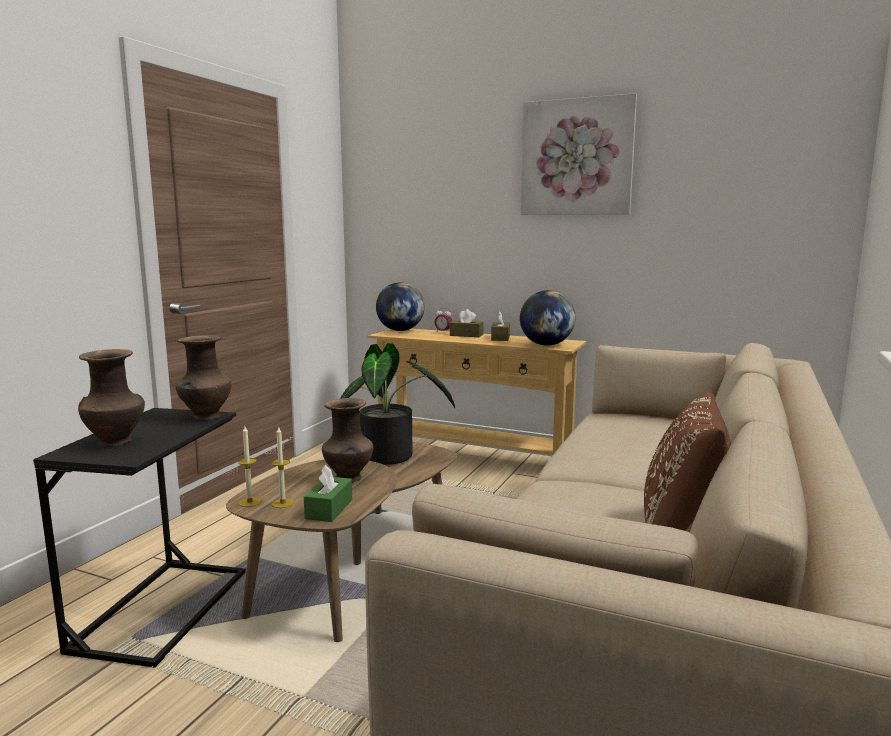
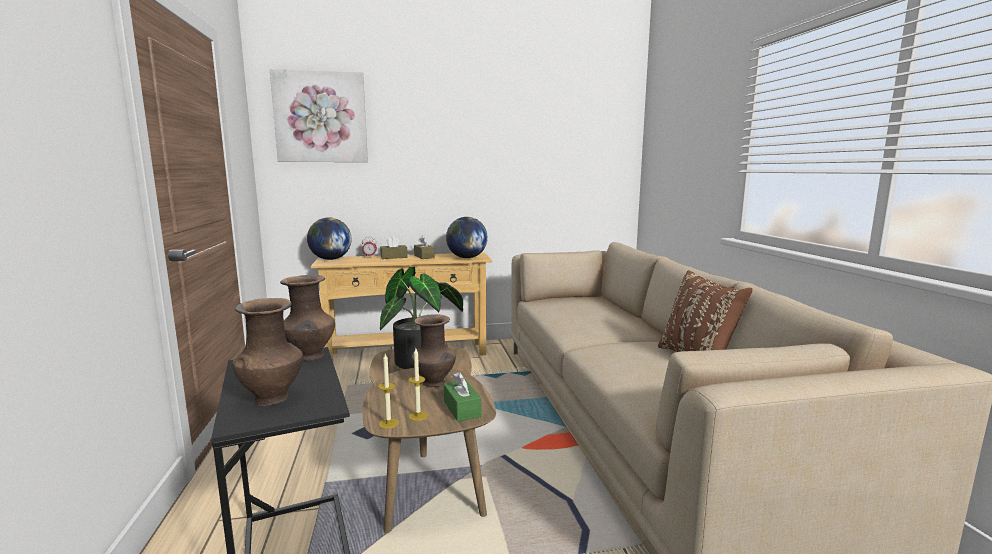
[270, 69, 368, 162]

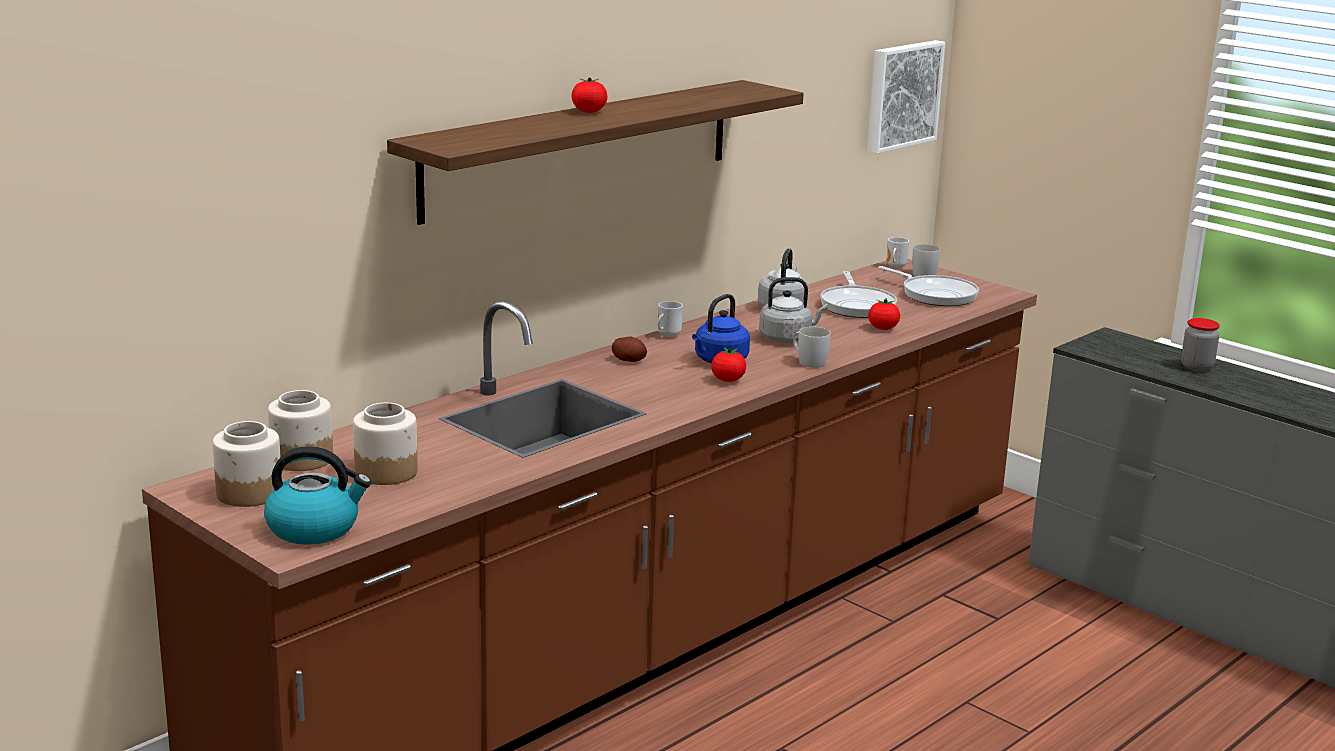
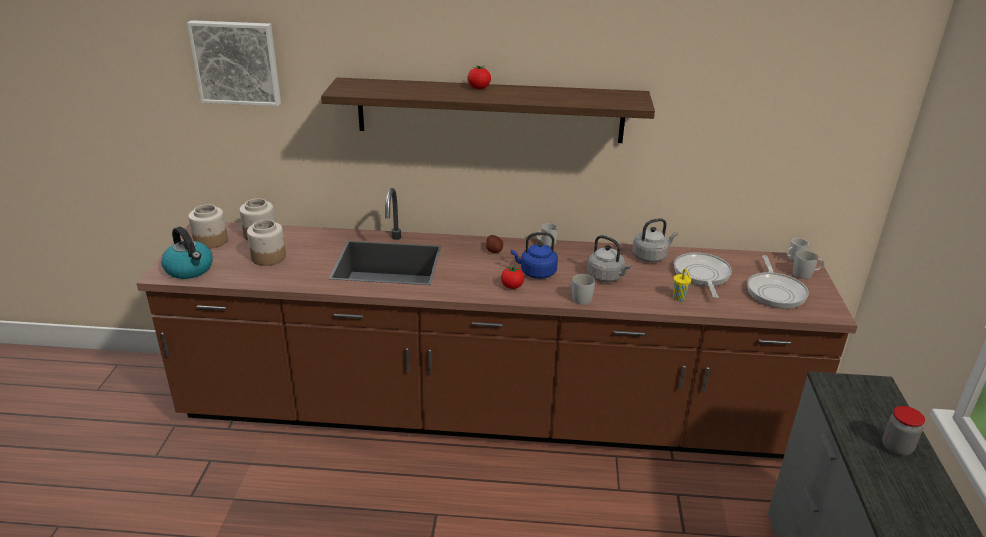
[187, 20, 281, 106]
[673, 268, 691, 301]
[674, 252, 732, 298]

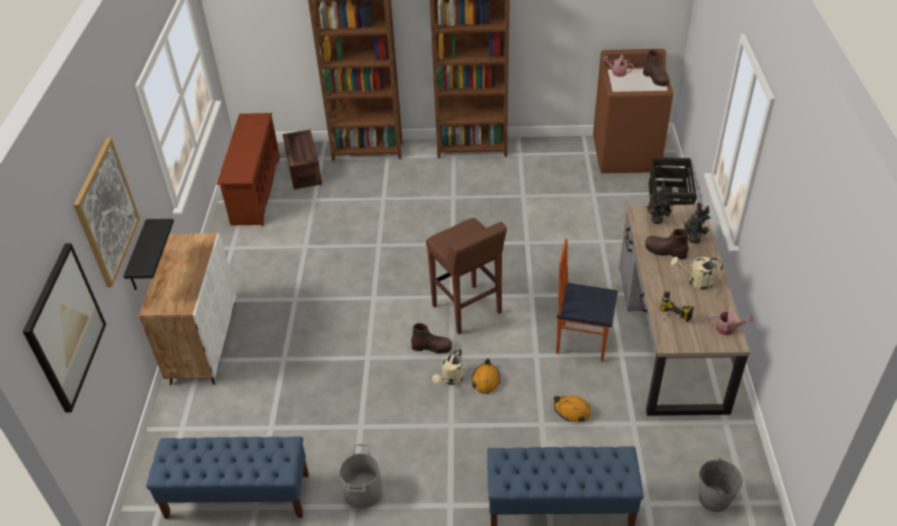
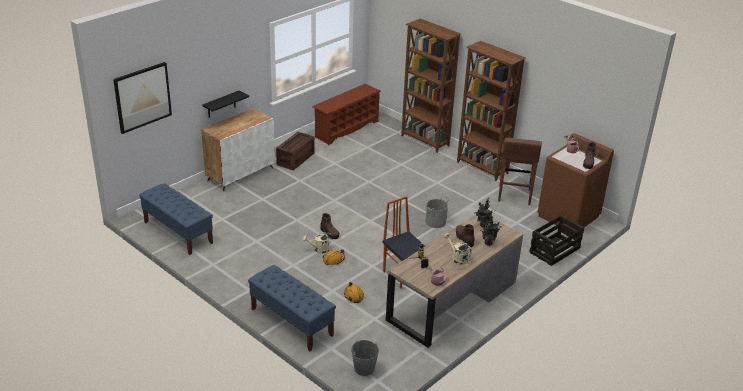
[276, 132, 314, 171]
[425, 196, 450, 228]
[498, 137, 542, 205]
[73, 138, 140, 287] (first image)

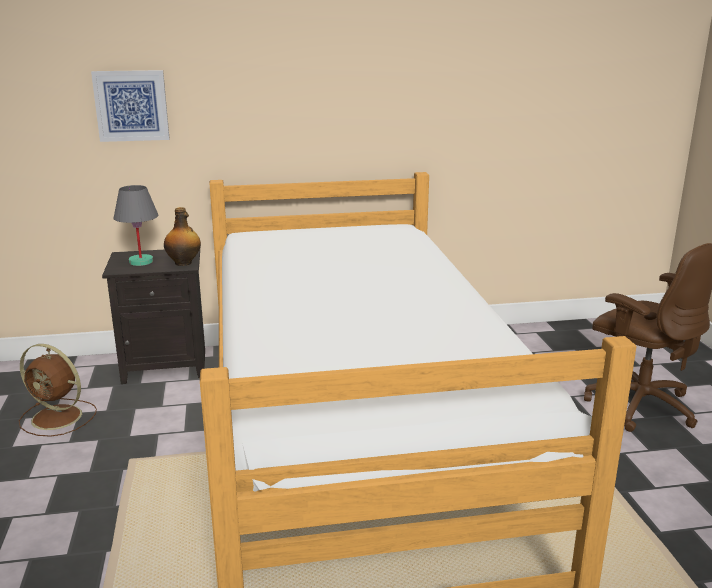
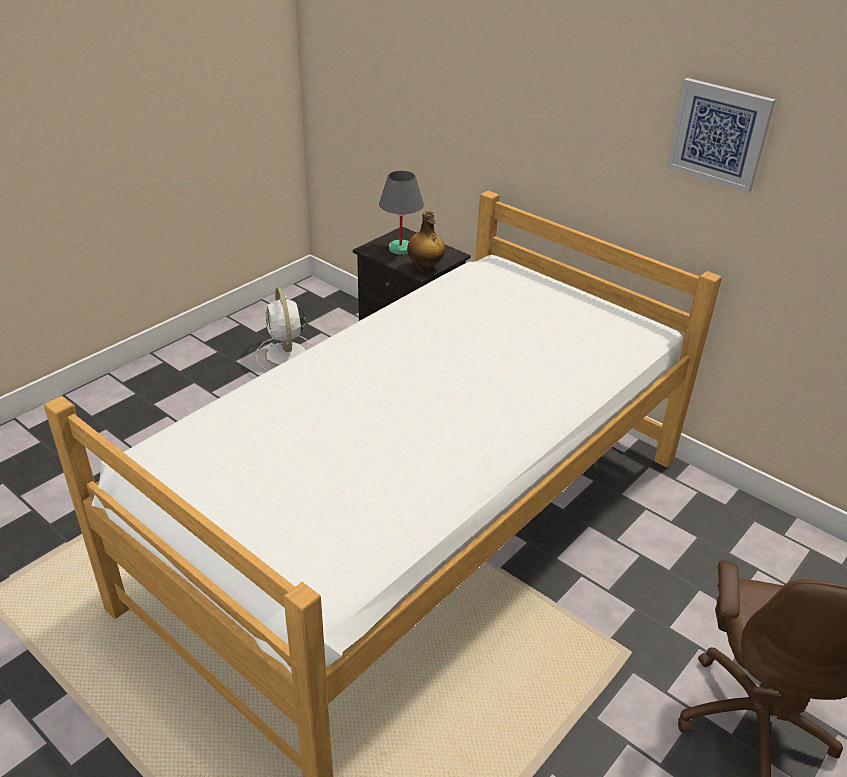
[256, 288, 314, 371]
[666, 78, 776, 193]

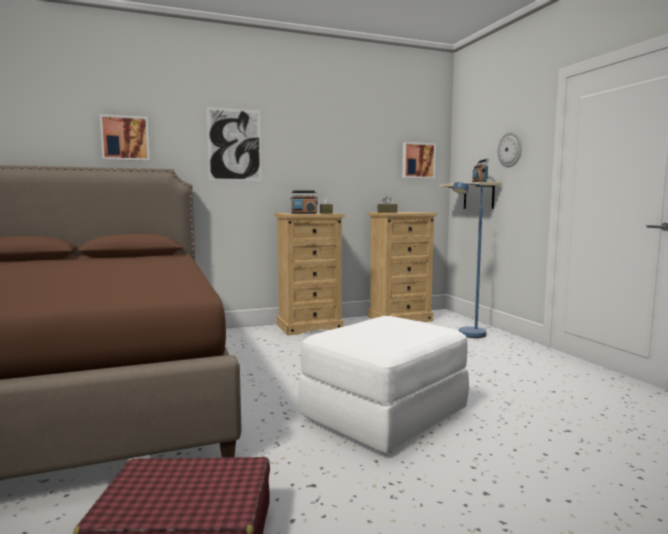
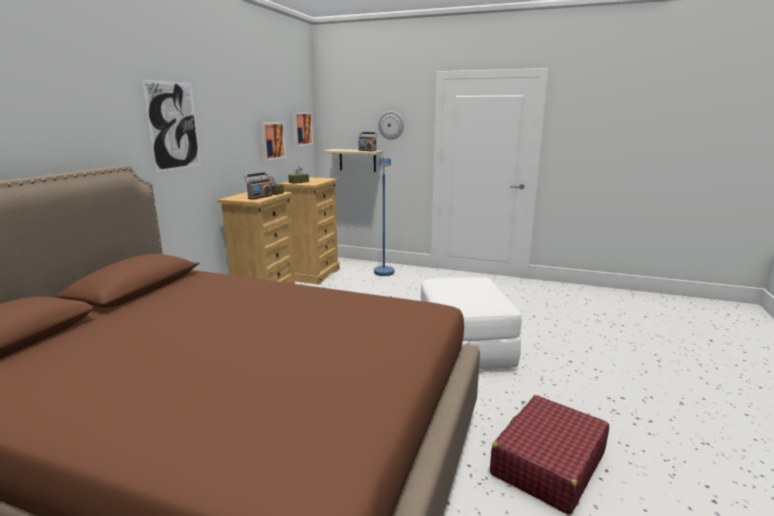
[260, 122, 286, 161]

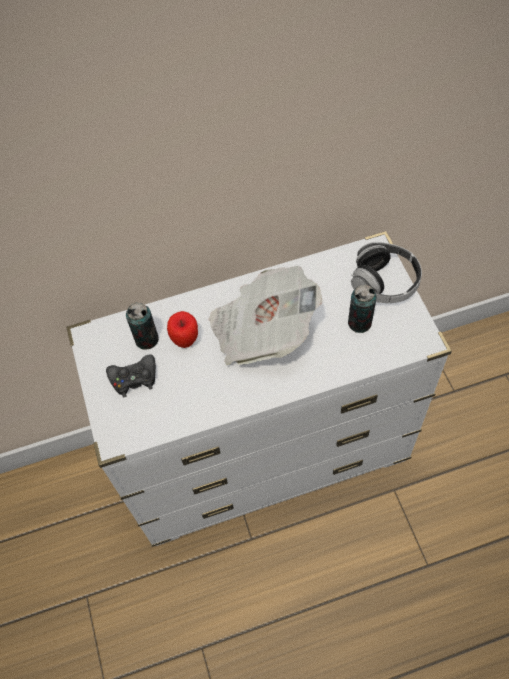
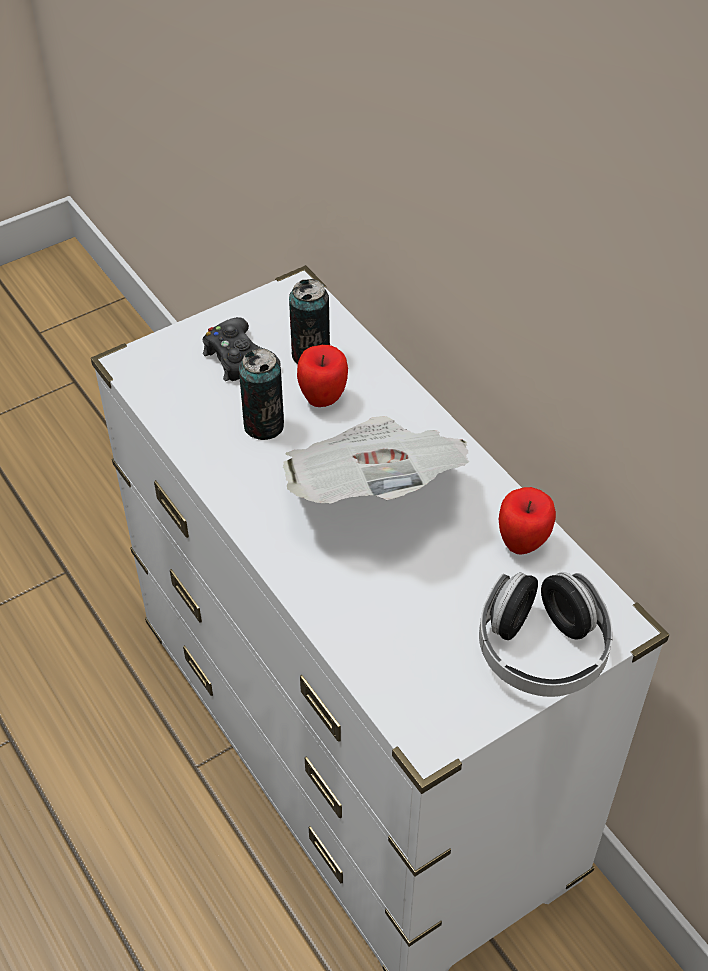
[239, 348, 284, 440]
[499, 487, 556, 554]

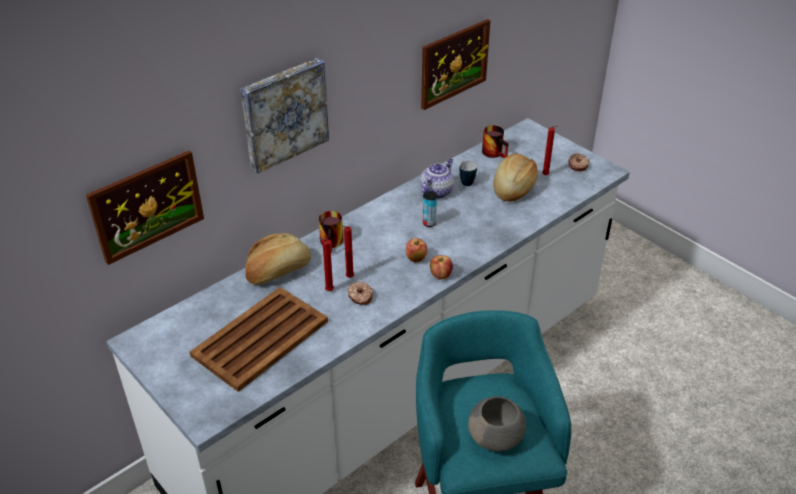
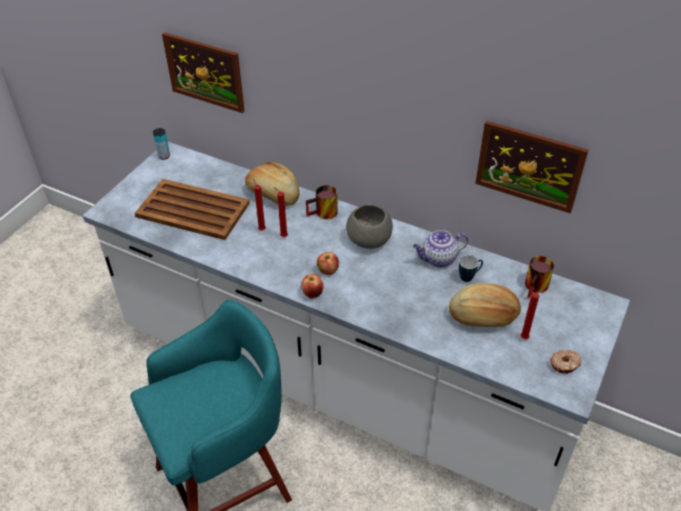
[153, 128, 170, 160]
[346, 204, 393, 249]
[413, 230, 468, 268]
[241, 58, 329, 174] (first image)
[348, 282, 373, 305] (first image)

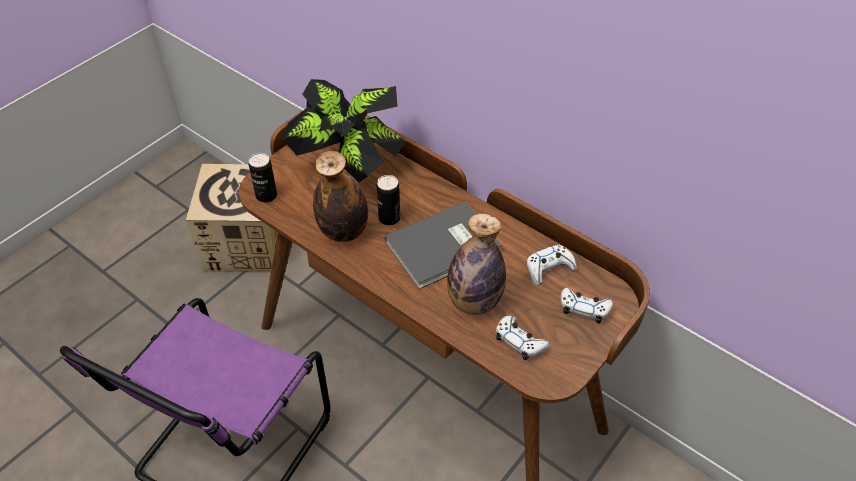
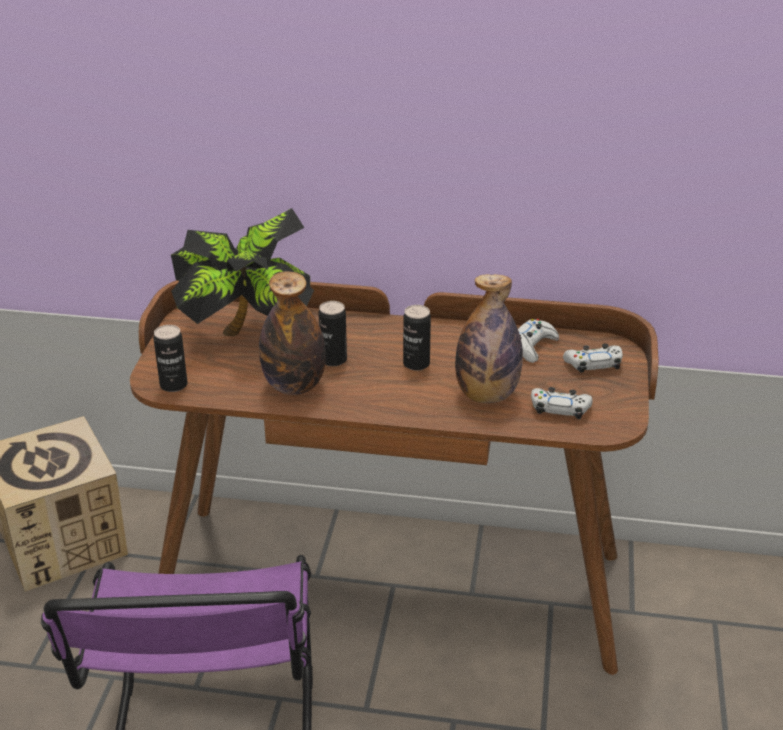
[403, 305, 431, 371]

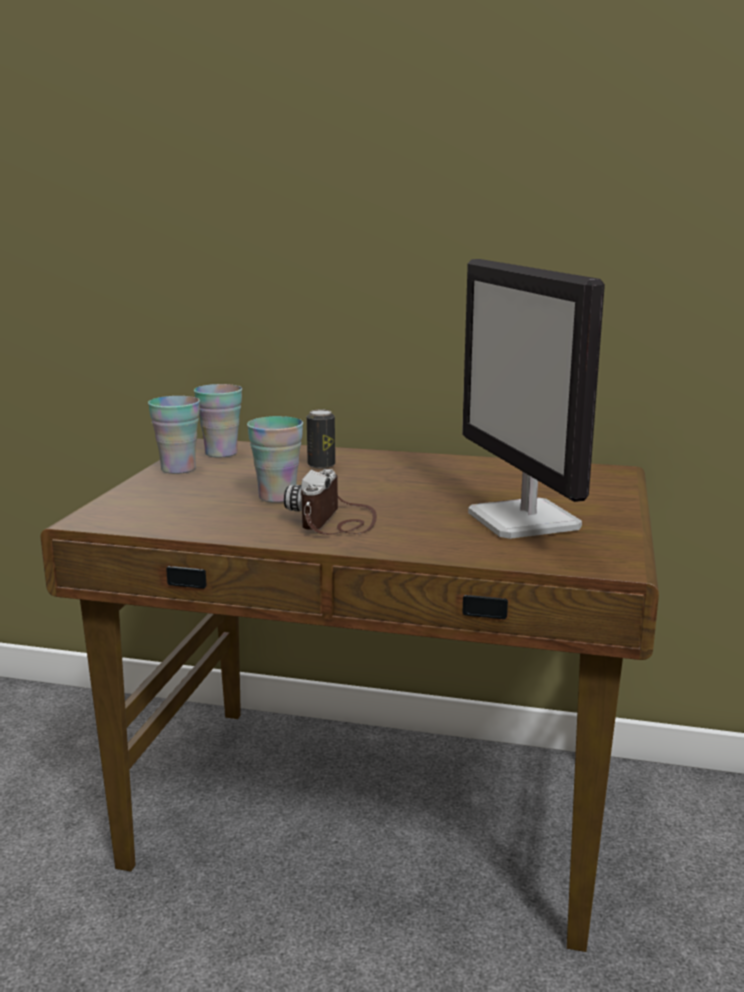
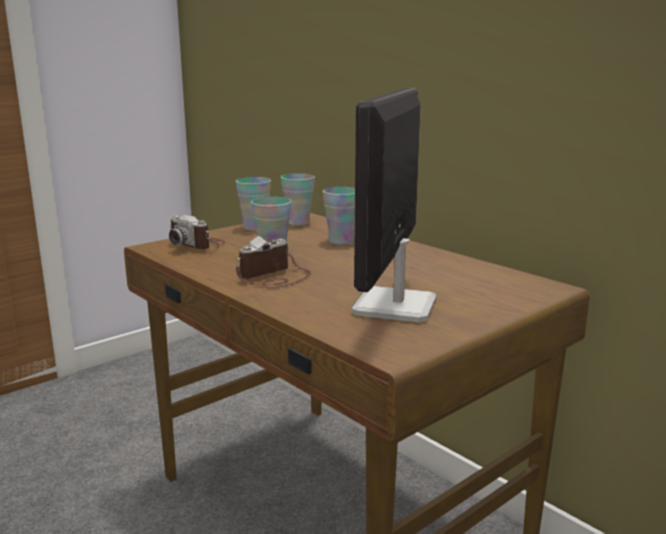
[169, 215, 225, 249]
[323, 187, 355, 245]

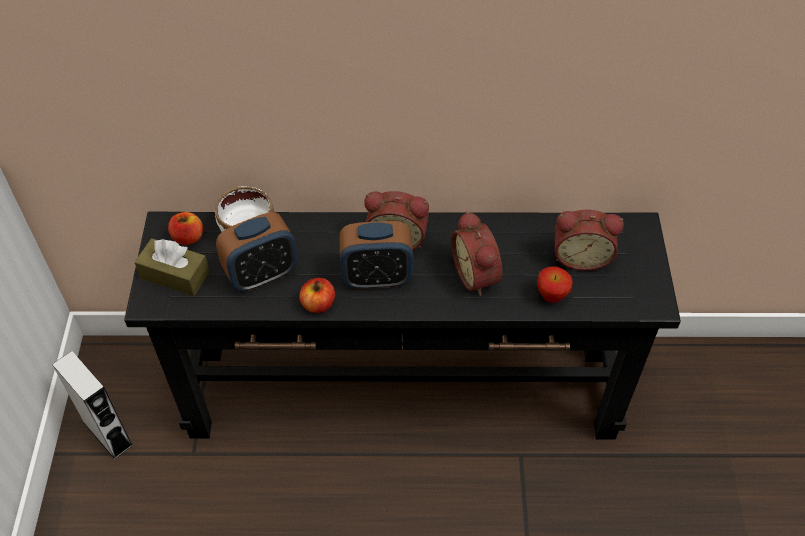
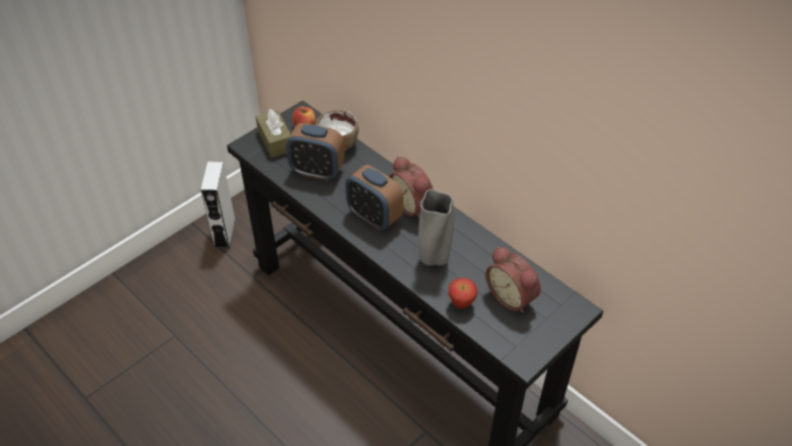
[418, 189, 454, 266]
[299, 278, 335, 313] (first image)

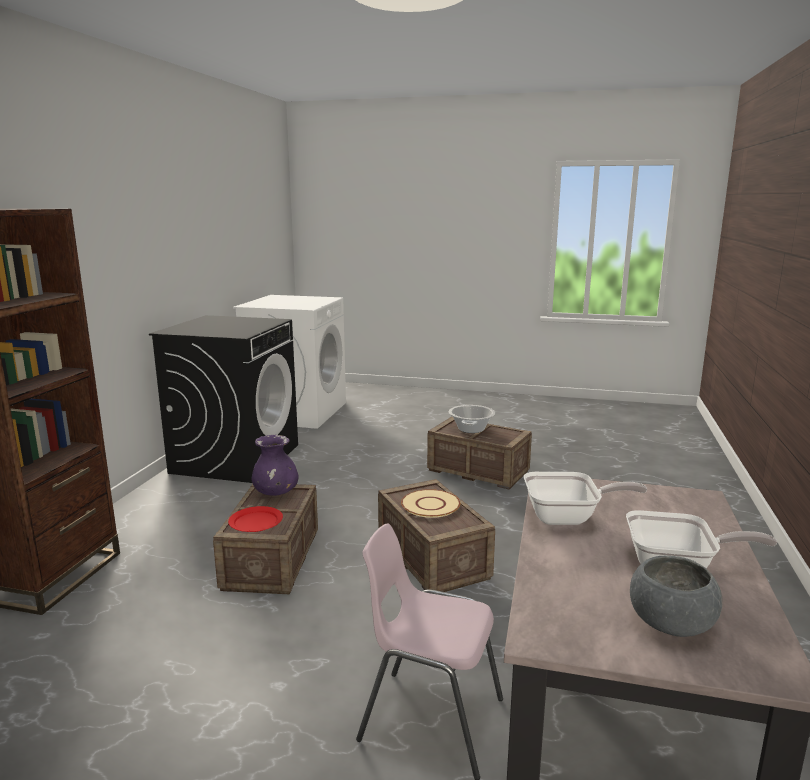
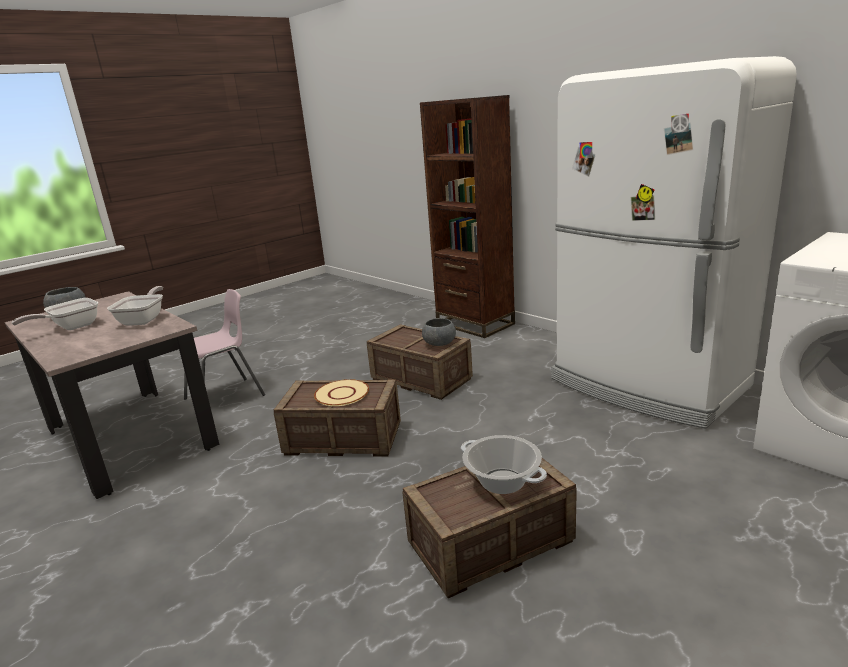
[107, 286, 163, 326]
[422, 318, 456, 346]
[551, 56, 797, 429]
[228, 506, 283, 532] (first image)

